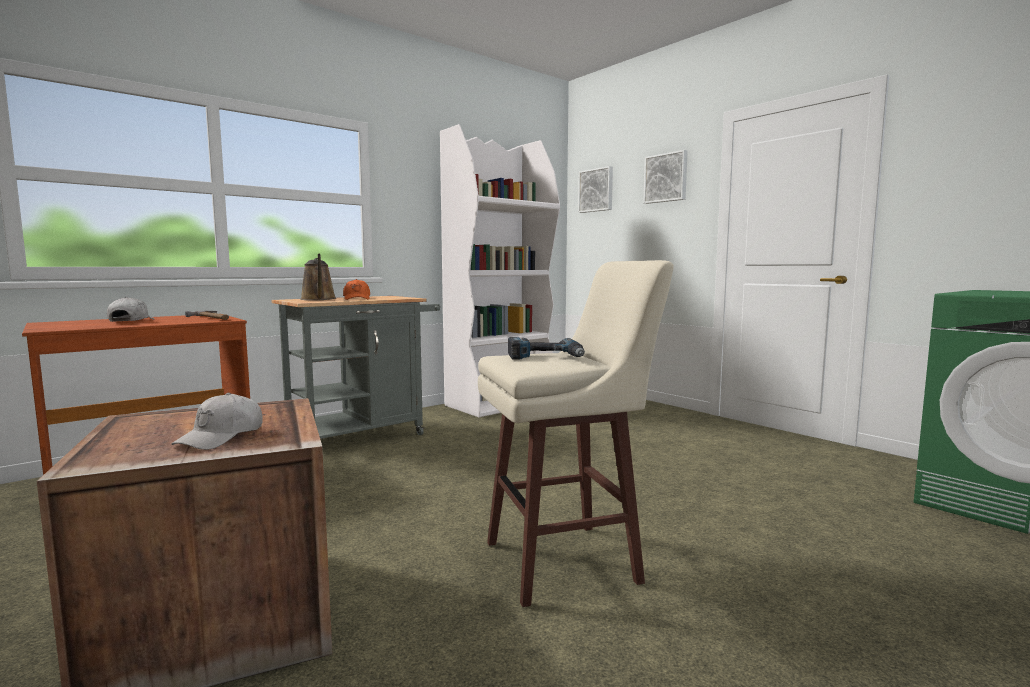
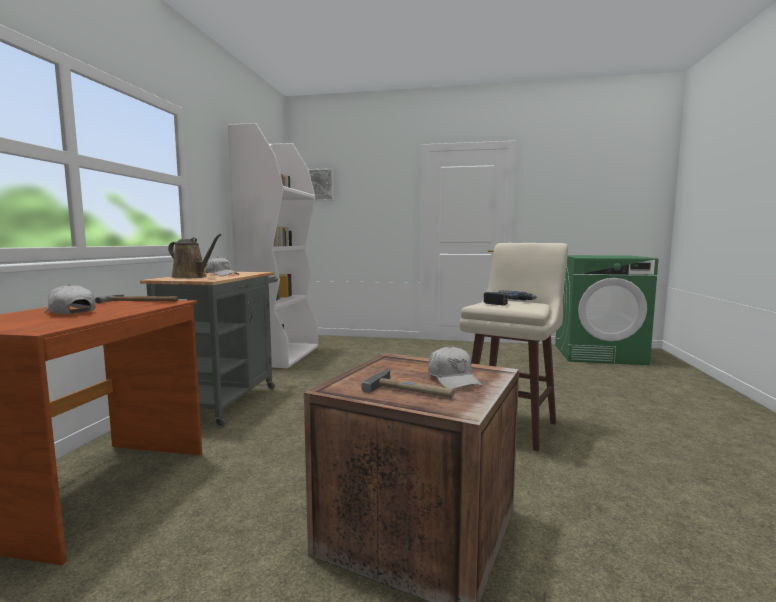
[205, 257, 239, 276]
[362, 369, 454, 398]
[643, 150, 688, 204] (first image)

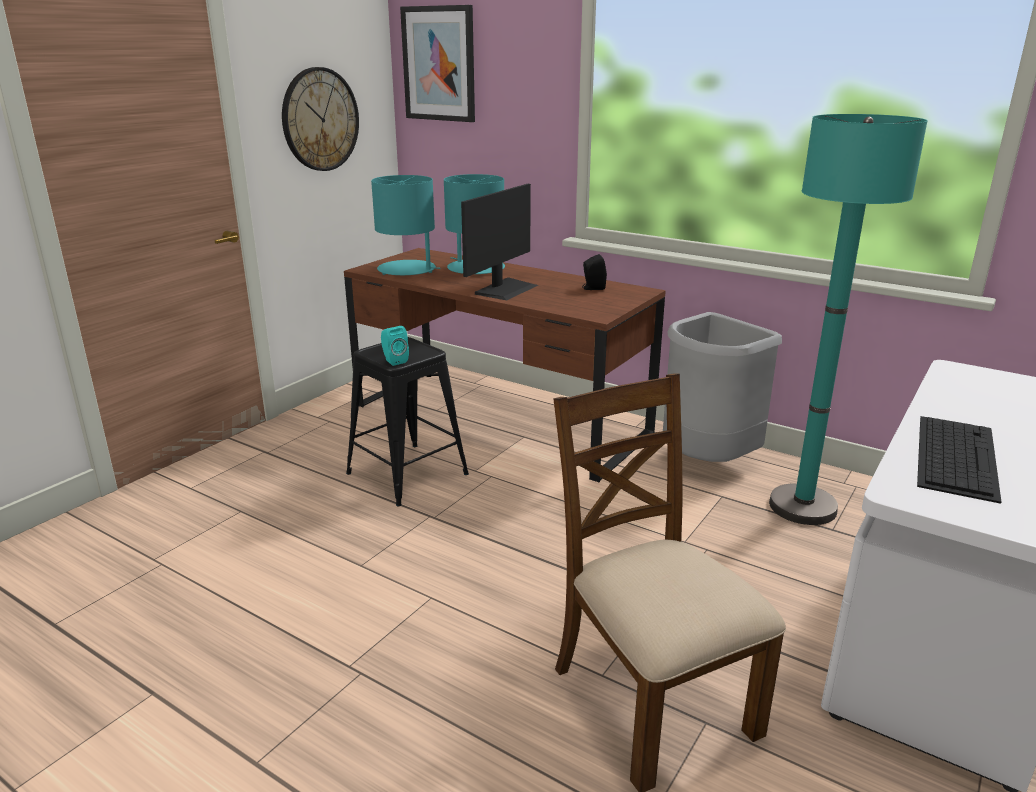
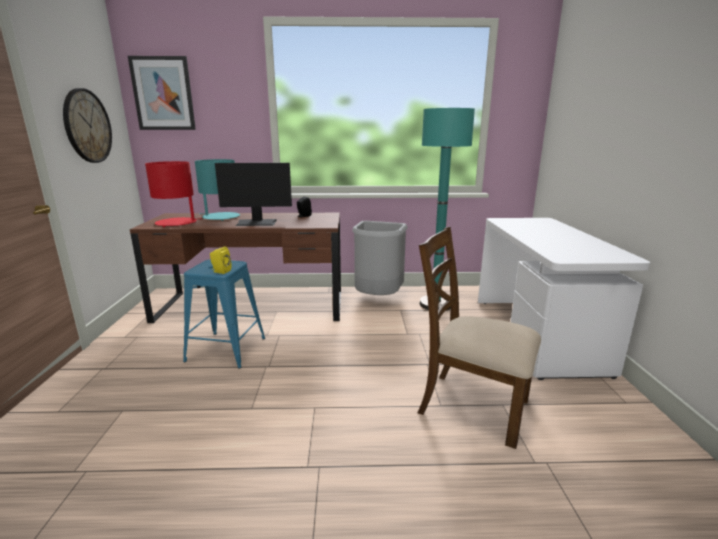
[145, 161, 202, 227]
[183, 259, 265, 368]
[210, 246, 231, 274]
[215, 163, 292, 226]
[917, 416, 1001, 504] (first image)

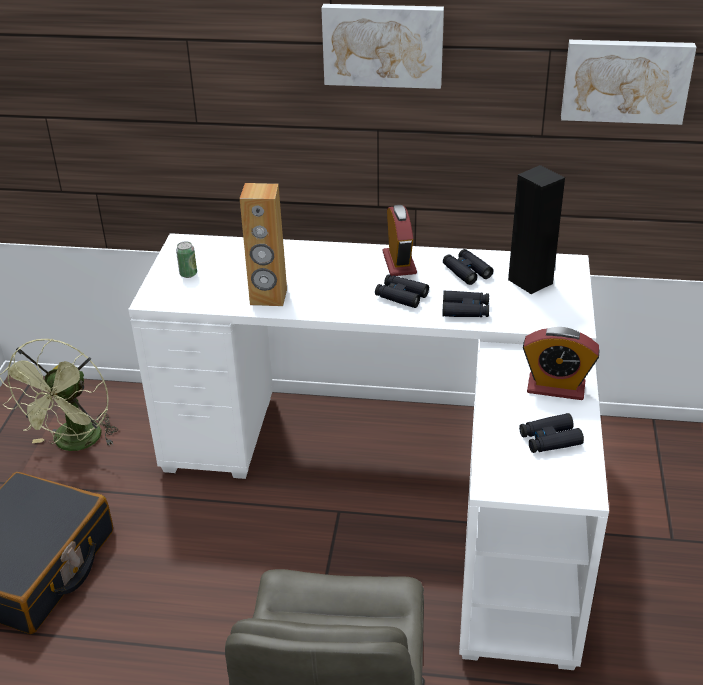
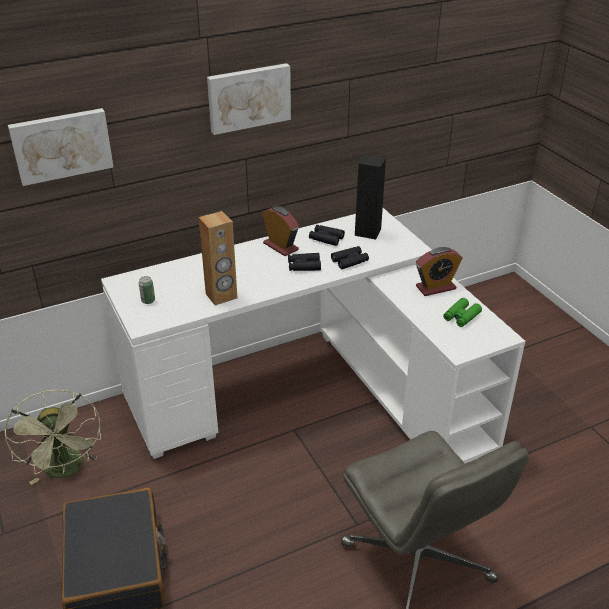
[8, 108, 114, 186]
[443, 298, 482, 327]

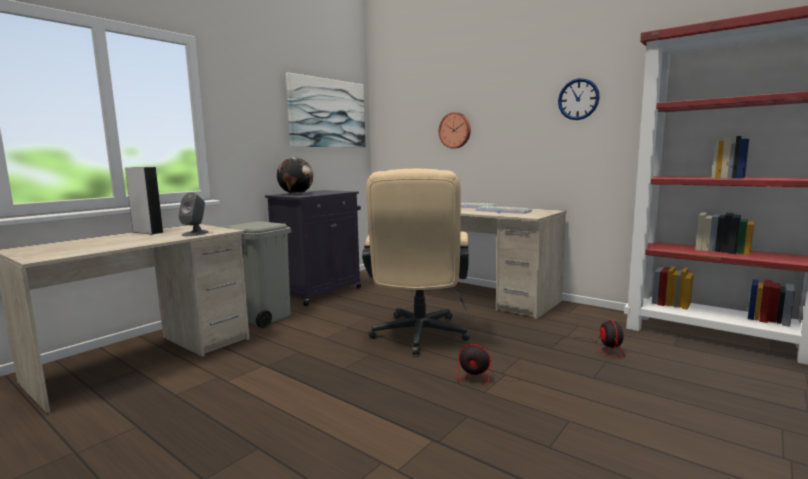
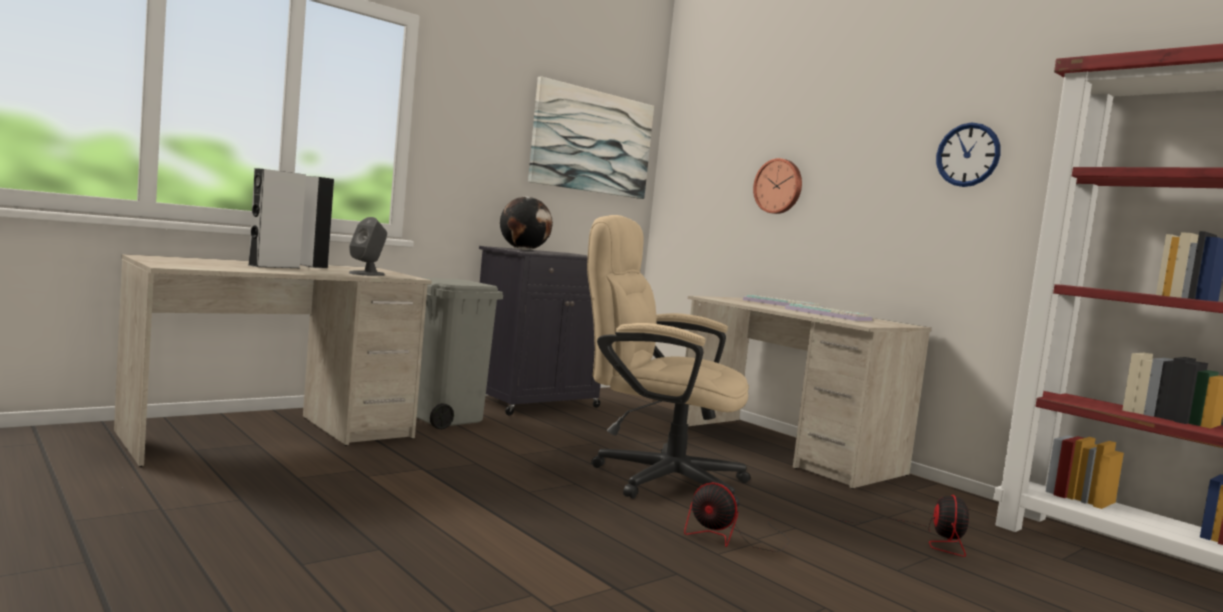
[249, 168, 306, 268]
[587, 215, 751, 507]

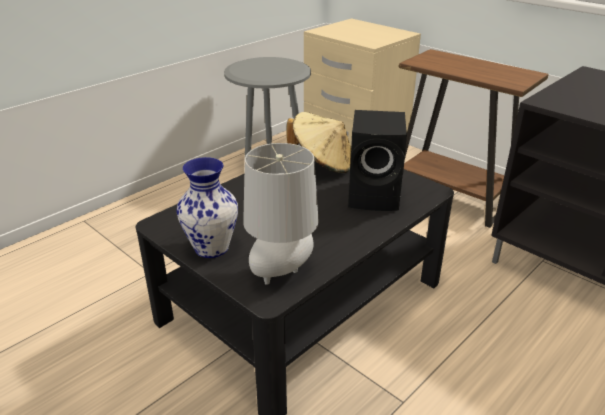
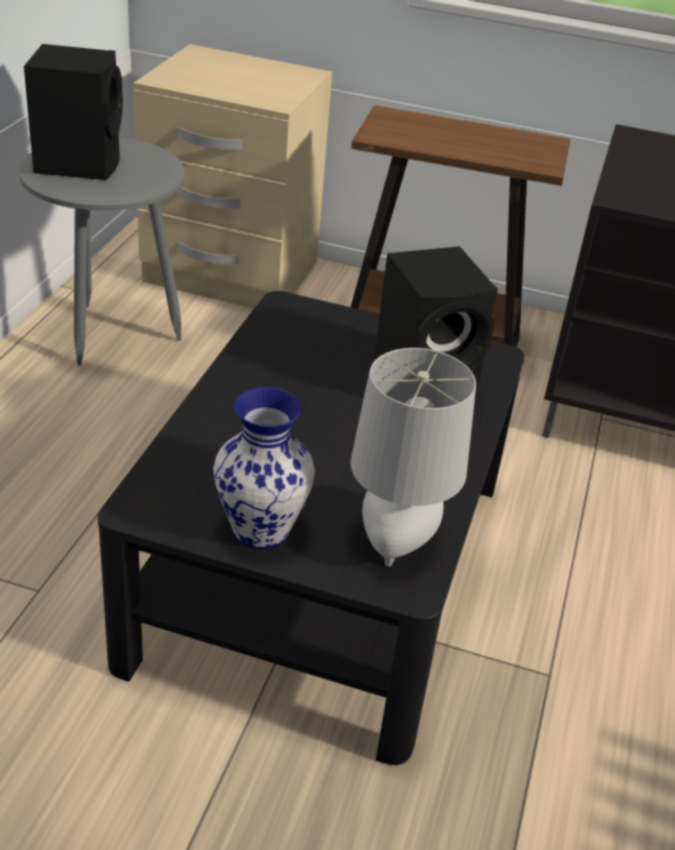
[24, 44, 123, 180]
[287, 112, 351, 173] (first image)

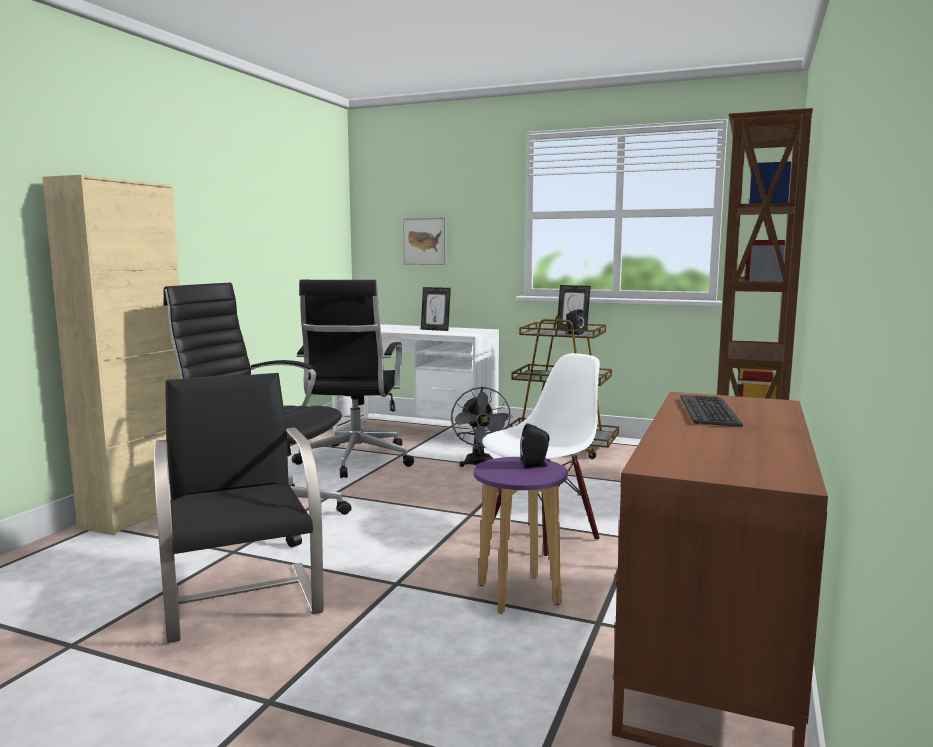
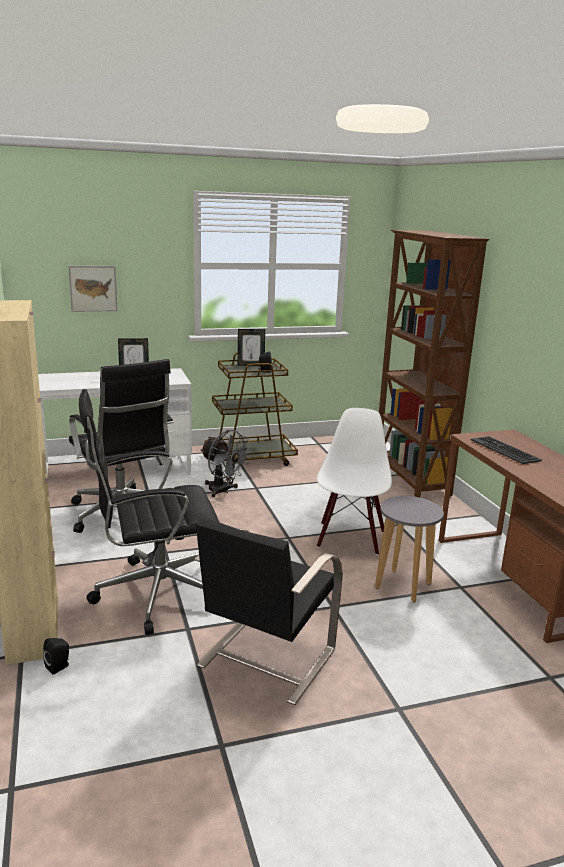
[43, 638, 69, 675]
[195, 518, 343, 705]
[375, 496, 444, 602]

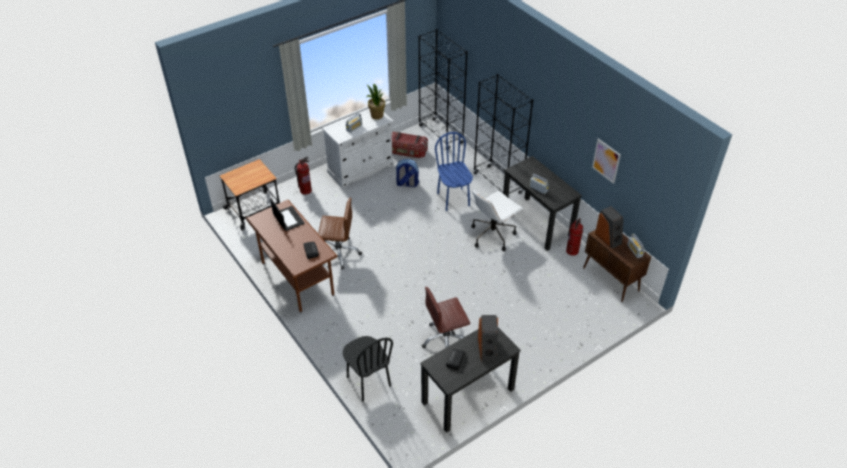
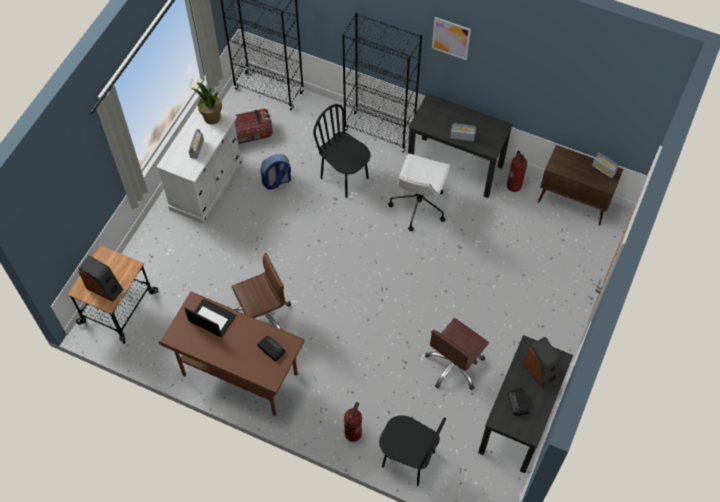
[79, 256, 123, 302]
[313, 104, 371, 198]
[344, 402, 362, 442]
[432, 17, 471, 60]

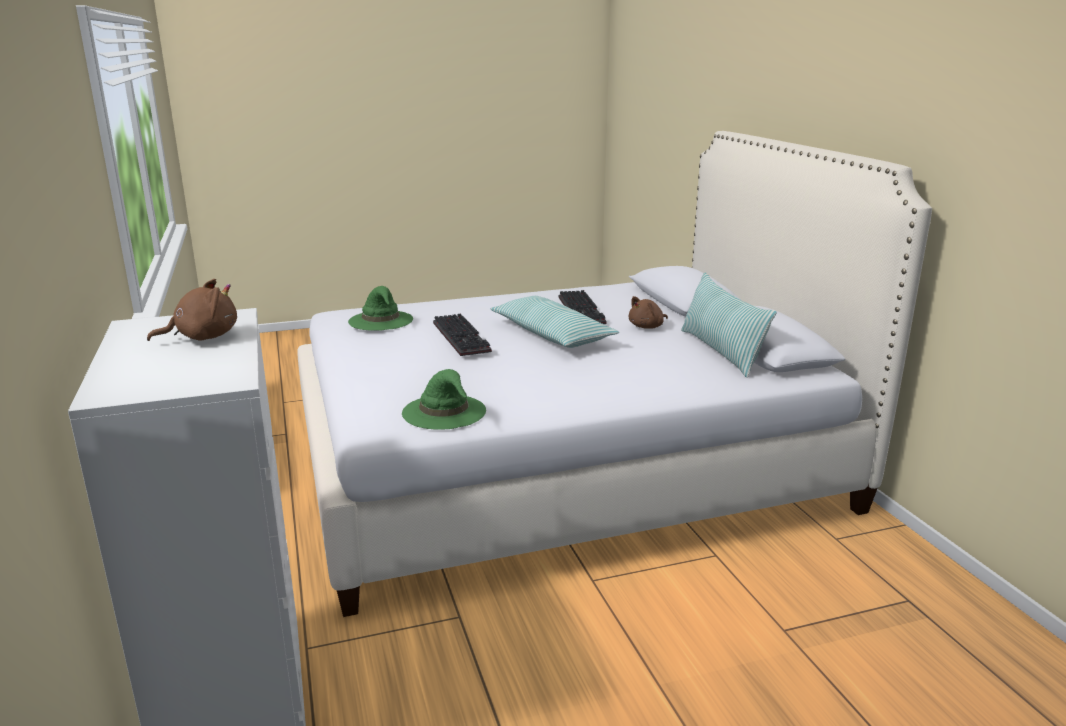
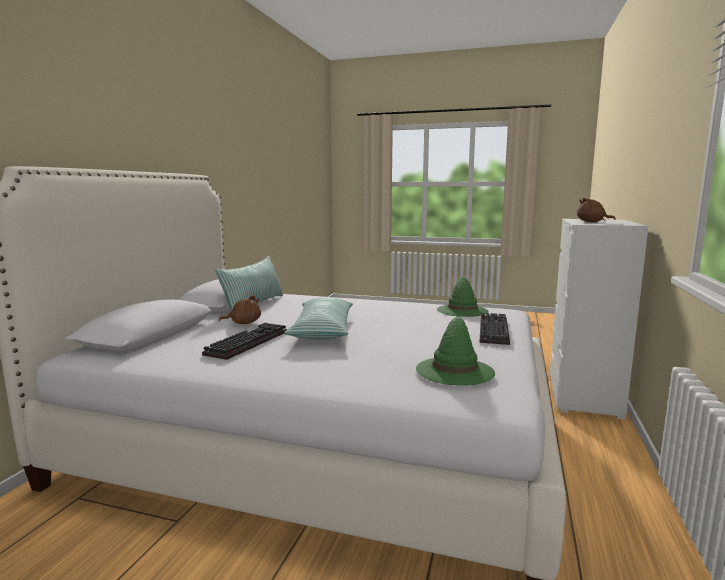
[480, 312, 510, 345]

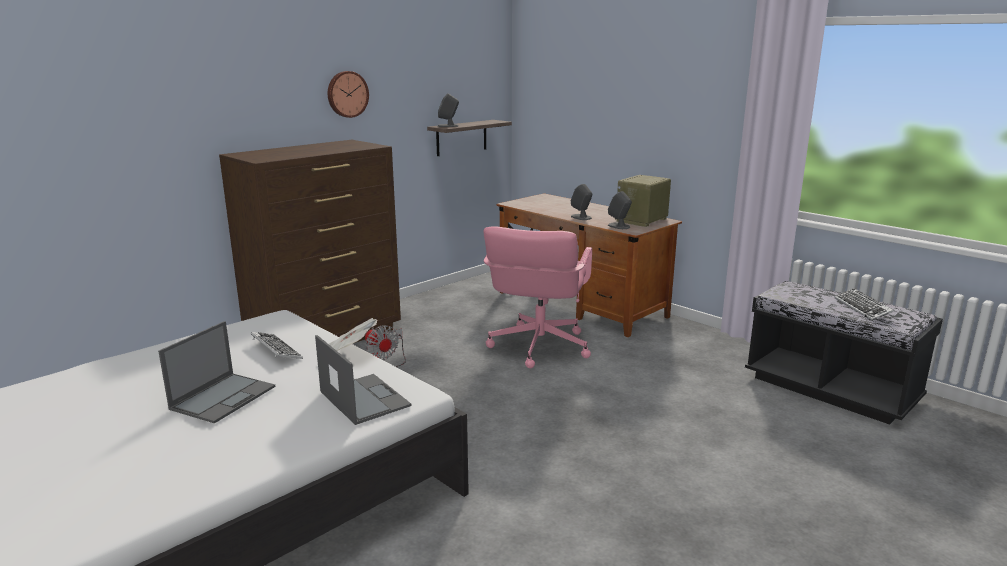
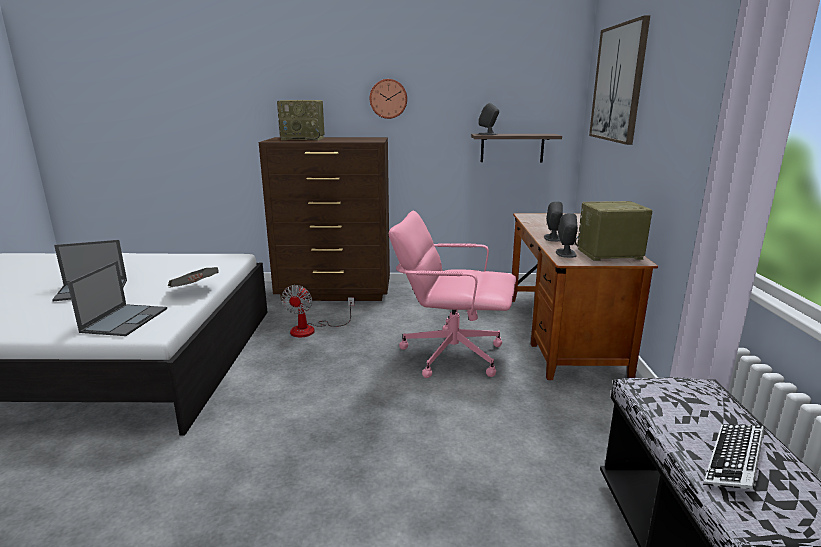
[277, 100, 324, 140]
[389, 211, 516, 378]
[589, 15, 650, 145]
[251, 332, 303, 359] (first image)

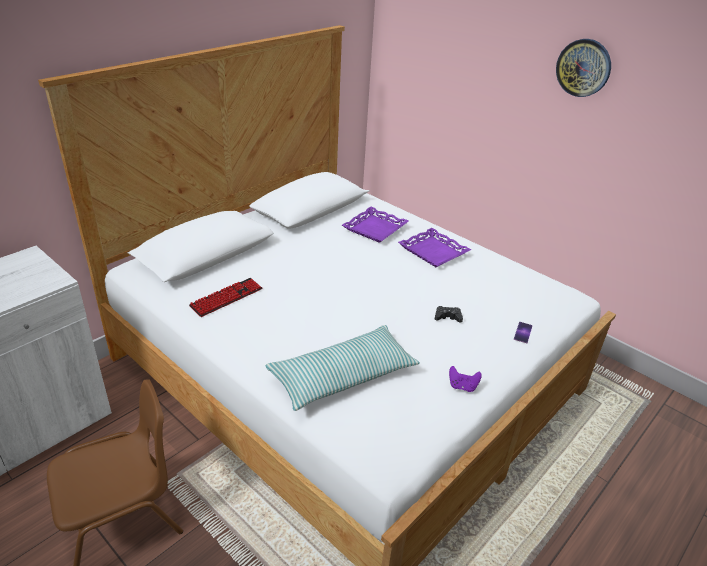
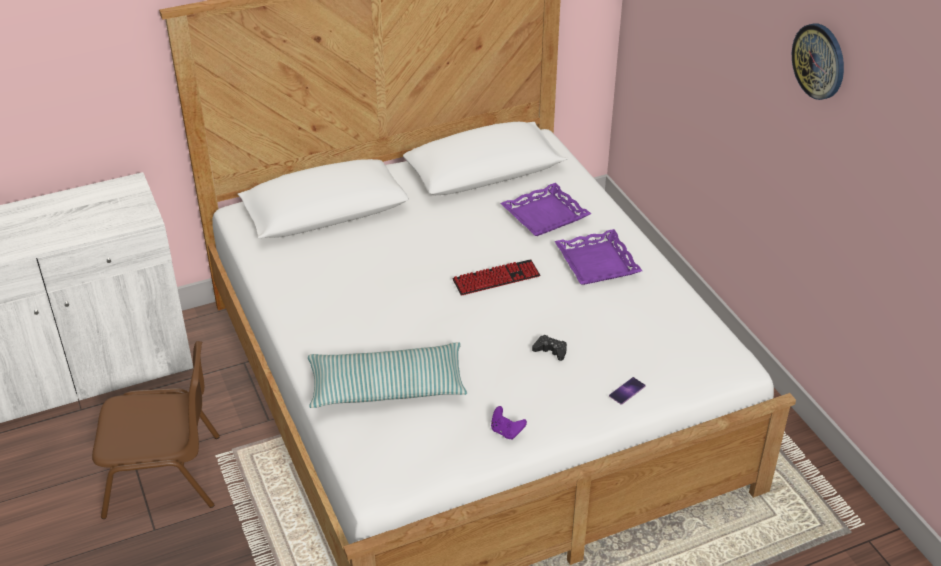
[452, 259, 540, 296]

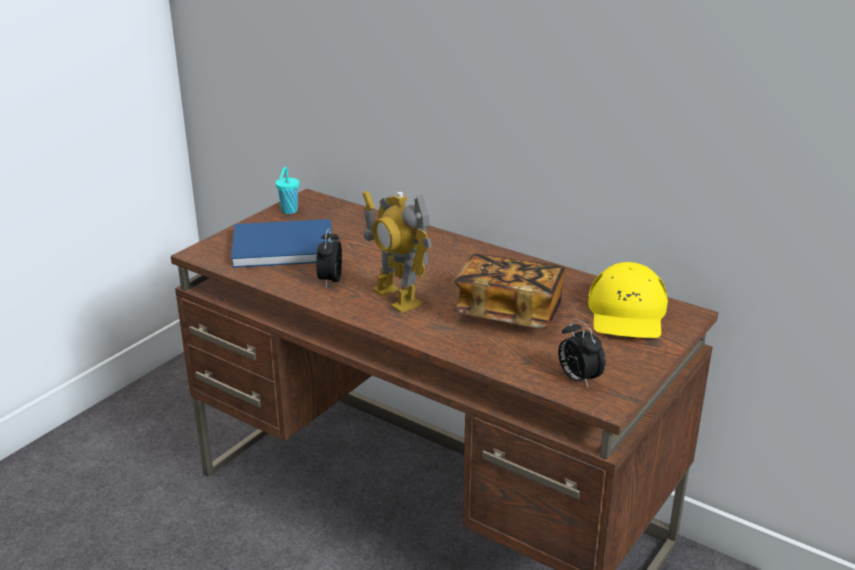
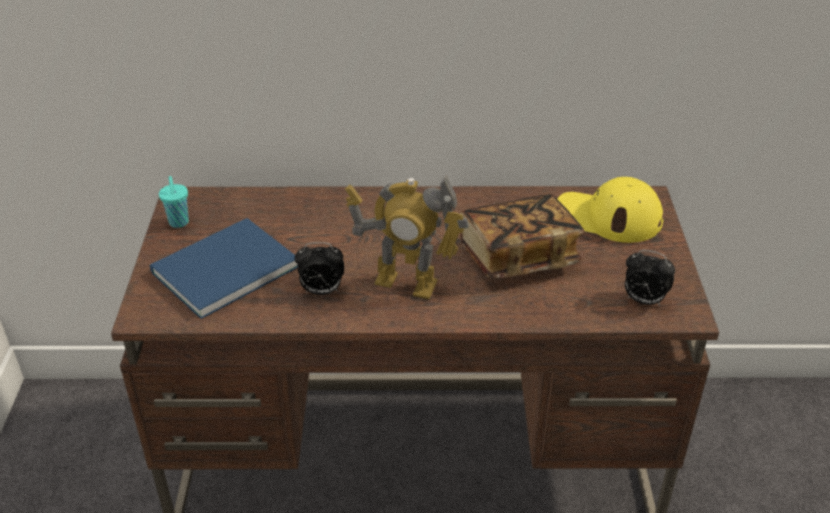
[295, 242, 344, 295]
[558, 177, 663, 243]

